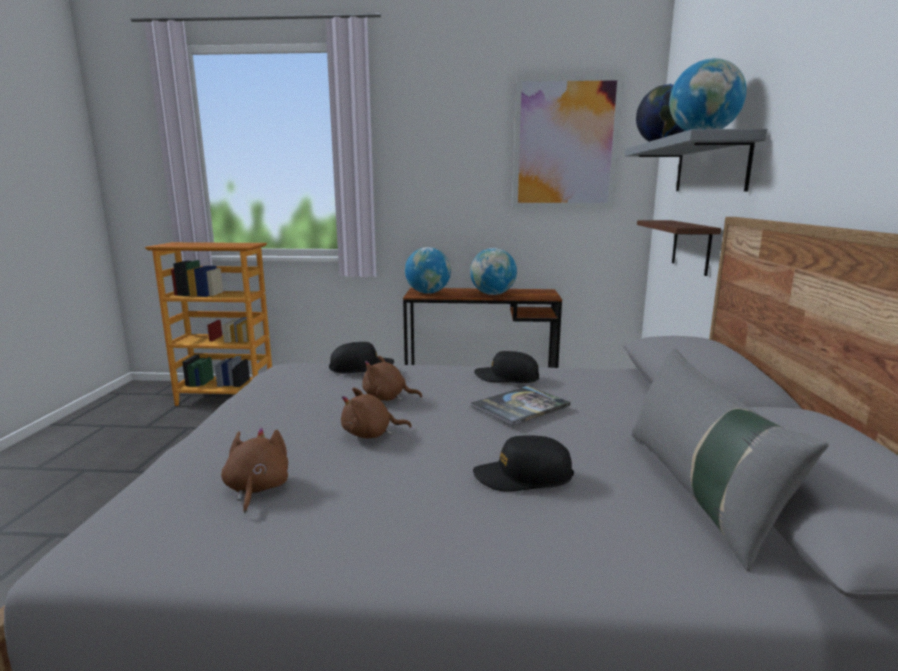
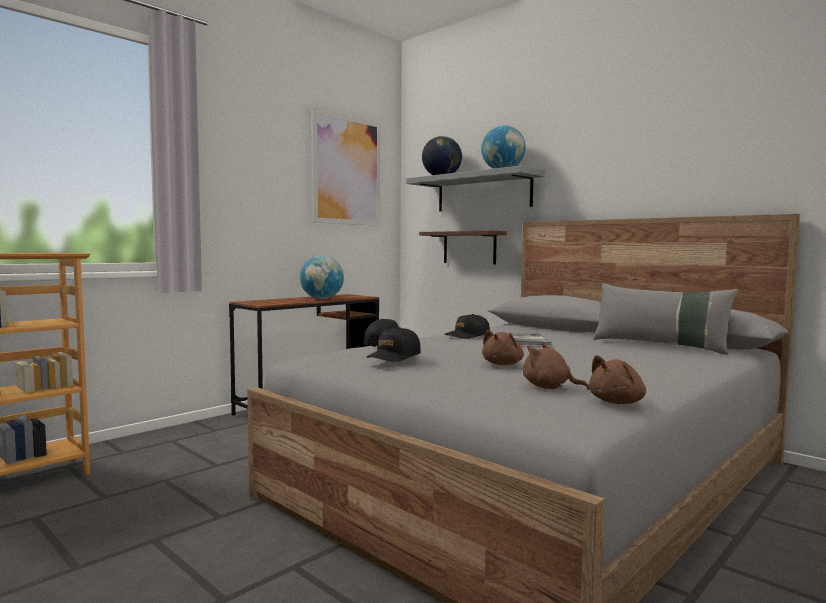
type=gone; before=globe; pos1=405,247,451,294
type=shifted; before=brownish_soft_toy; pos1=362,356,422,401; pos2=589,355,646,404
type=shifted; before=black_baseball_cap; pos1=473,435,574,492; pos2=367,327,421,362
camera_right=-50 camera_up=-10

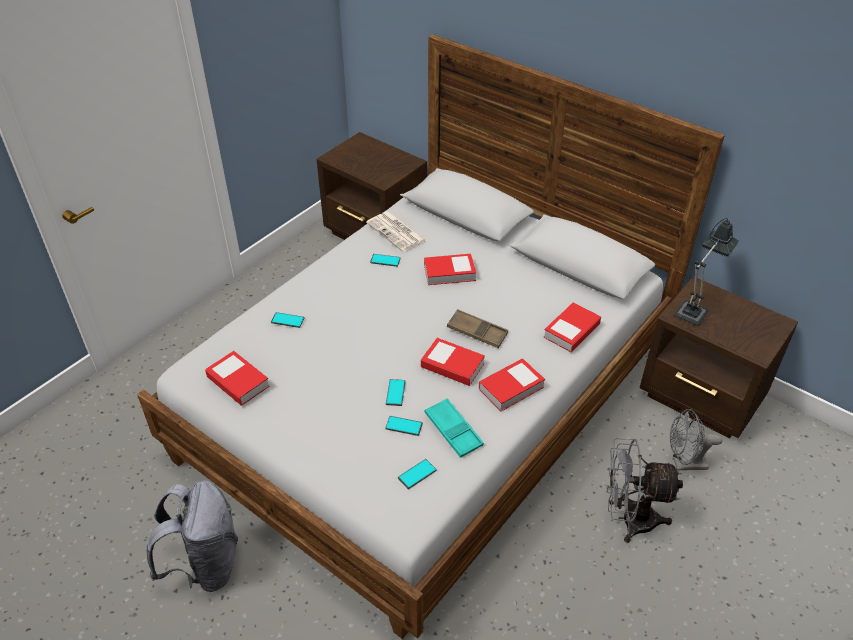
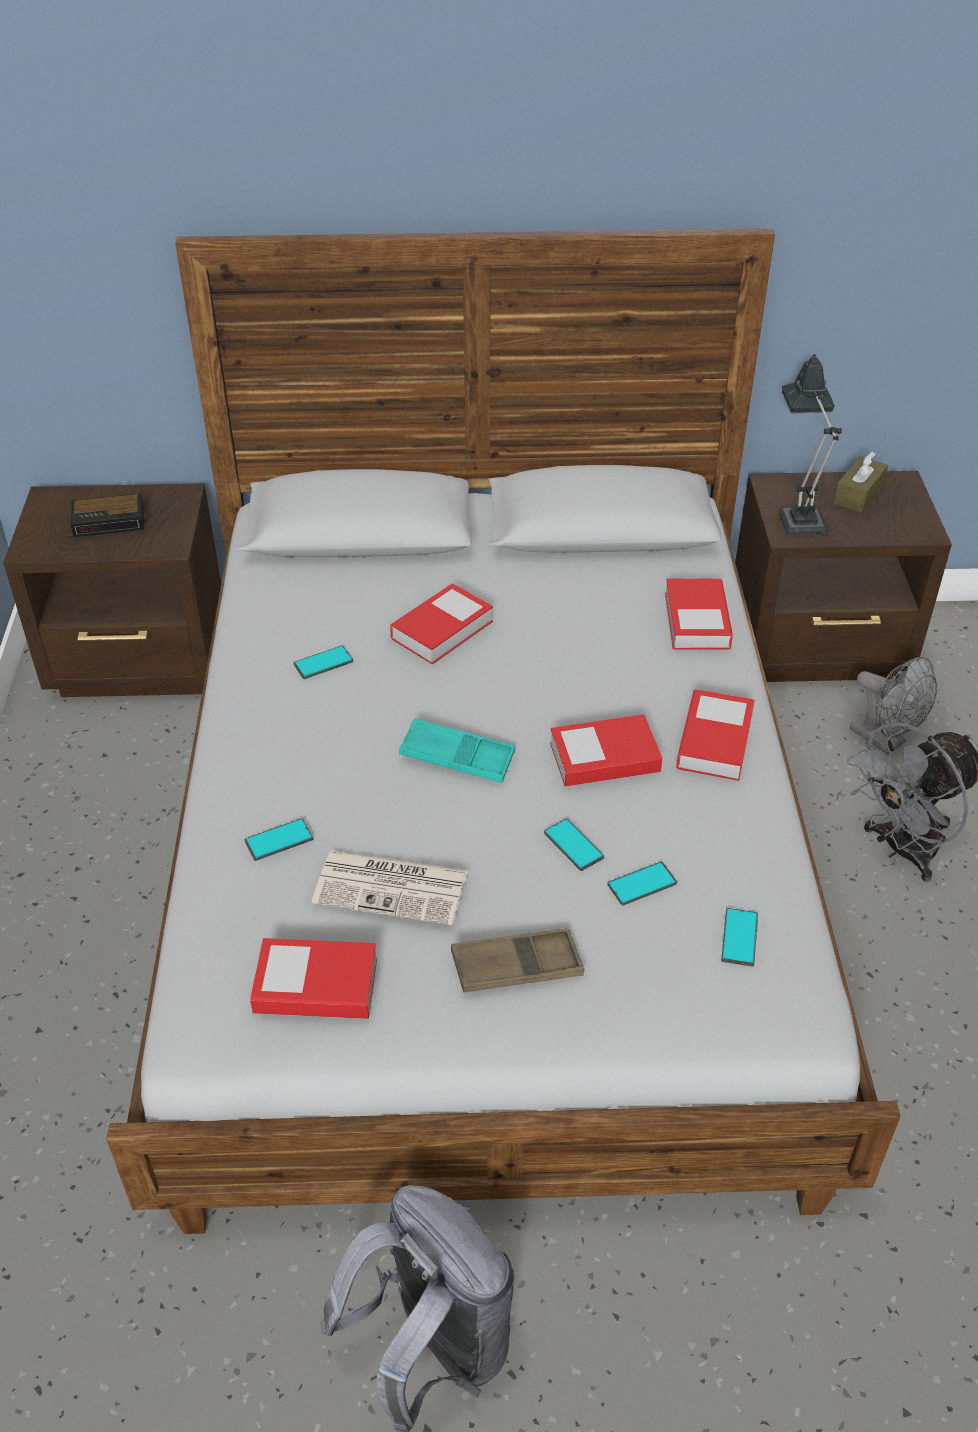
type=new; after=bedside_clock; pos2=71,493,147,537
type=new; after=brownish_tissue_holder; pos2=834,452,888,513
type=shifted; before=daily_paper; pos1=366,212,427,252; pos2=312,850,468,925
type=shifted; before=blue-green_serving_tray; pos1=425,398,484,458; pos2=399,718,515,783
type=shifted; before=brownish_serving_tray; pos1=447,309,508,348; pos2=451,928,584,993
type=rotated; before=grey_electric_fan; pos1=670,409,722,470; pos2=850,657,937,755; turn=-90
camera_right=-40 camera_up=0

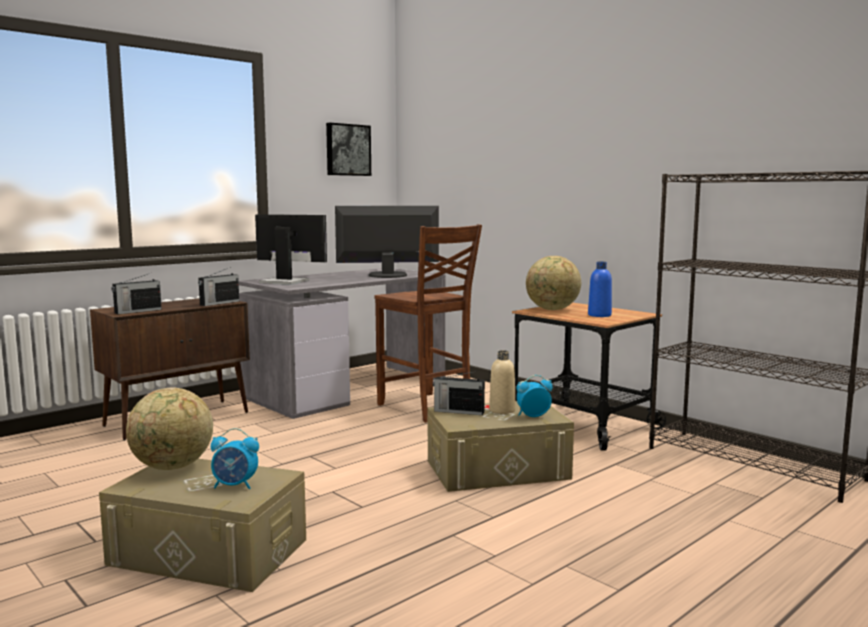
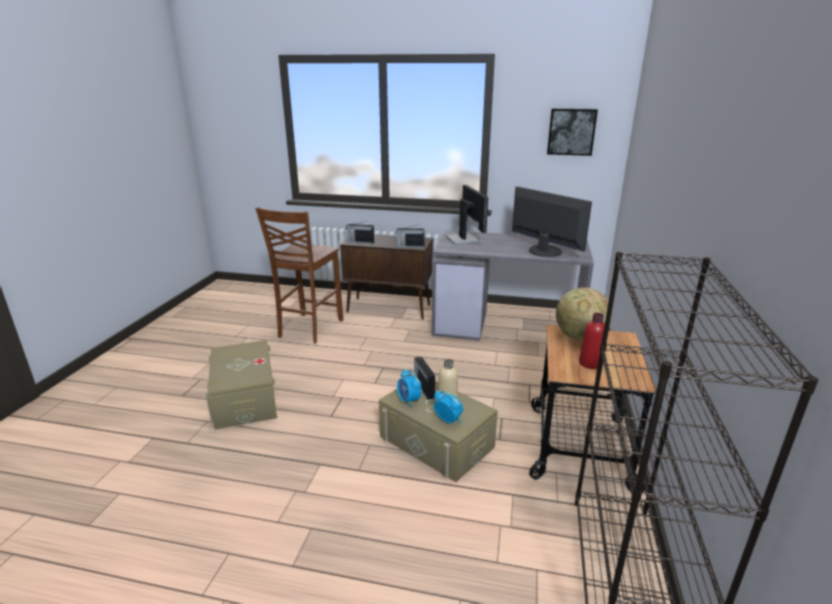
type=gone; before=globe; pos1=126,388,213,470
type=shifted; before=bedside_clock; pos1=211,428,259,489; pos2=397,369,422,407
type=shifted; before=brownish_upright_chair; pos1=375,224,482,423; pos2=256,207,343,344
type=repainted; before=bluish_drink_bottle; after=red-coloured_drink_bottle; pos1=588,262,612,317; pos2=579,313,605,369
camera_right=55 camera_up=15

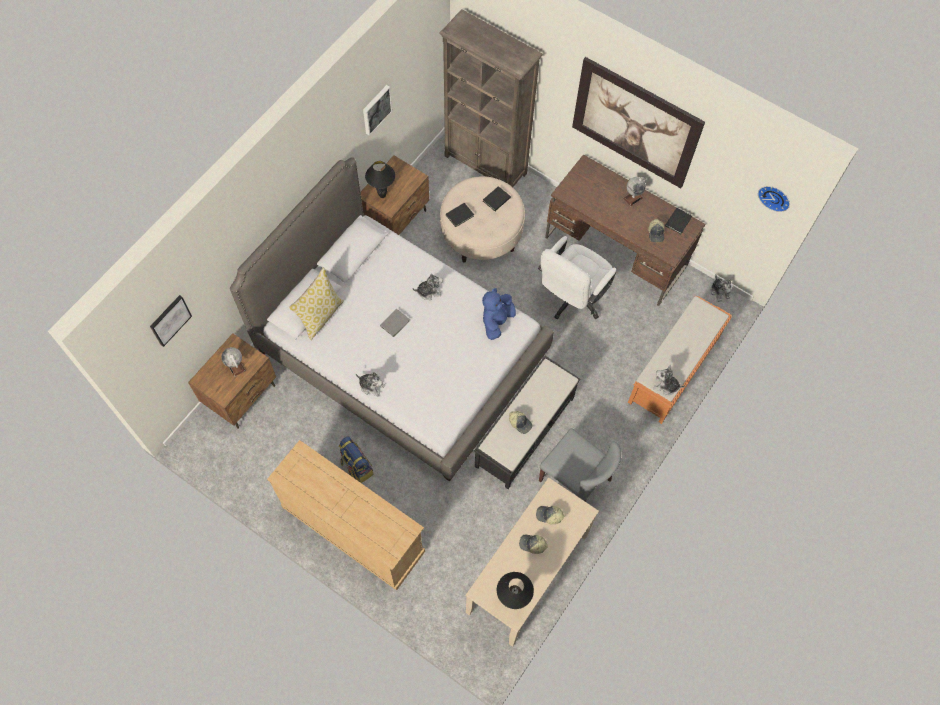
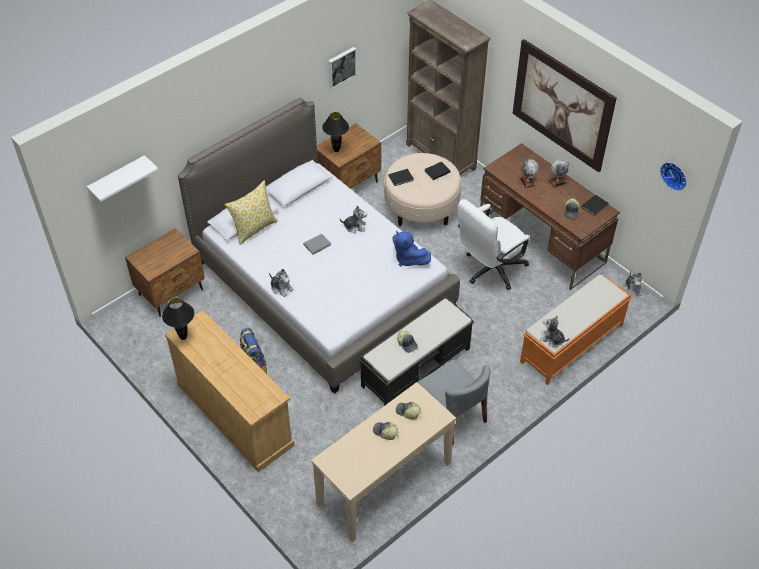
type=shifted; before=globe; pos1=221,347,246,377; pos2=520,159,539,188
type=shifted; before=black_table_lamp; pos1=497,572,534,609; pos2=162,298,194,340
type=swapped; before=wall_picture; after=white-coloured_wall_shelf; pos1=150,295,192,347; pos2=87,155,159,202
type=rotated; before=bluish_soft_toy; pos1=482,288,516,340; pos2=392,231,431,267; turn=-90
camera_right=15 camera_up=-15

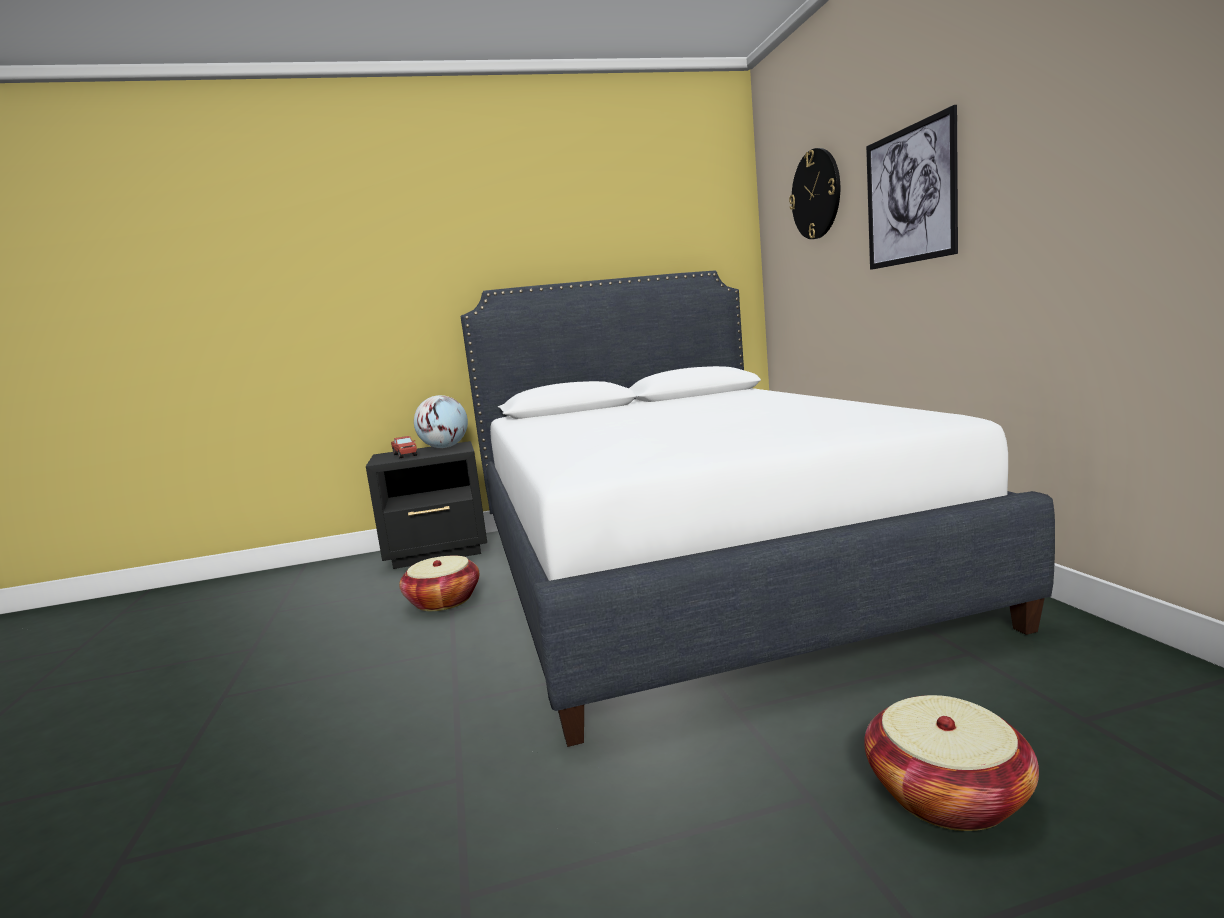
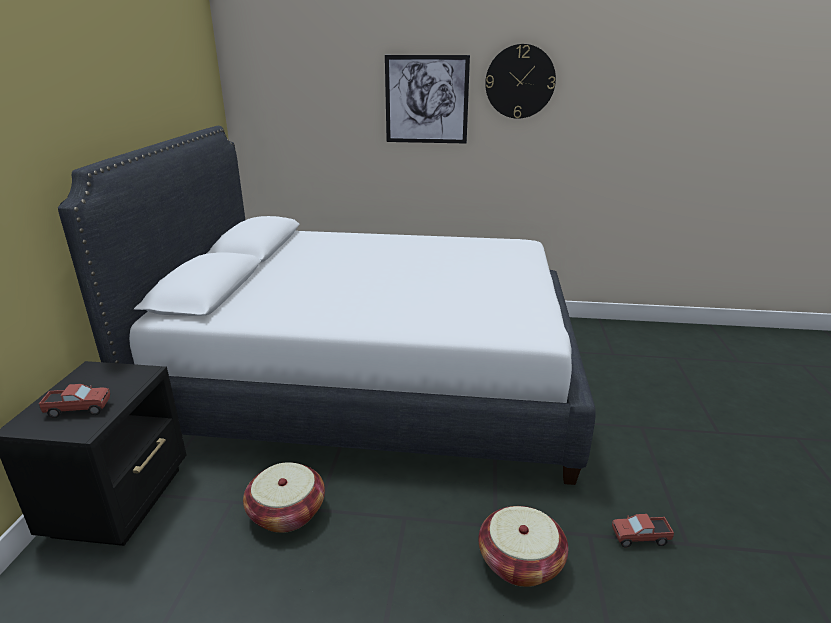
type=gone; before=globe; pos1=414,395,468,448
type=new; after=toy_truck; pos2=612,514,674,548
type=shifted; before=clock_on_the_wall; pos1=789,148,840,239; pos2=485,44,556,119
type=shifted; before=household_basket; pos1=864,695,1039,831; pos2=478,506,568,587
camera_right=-70 camera_up=15

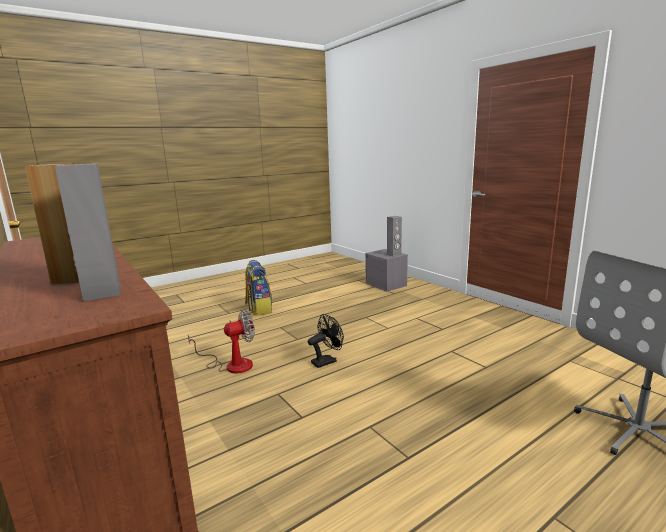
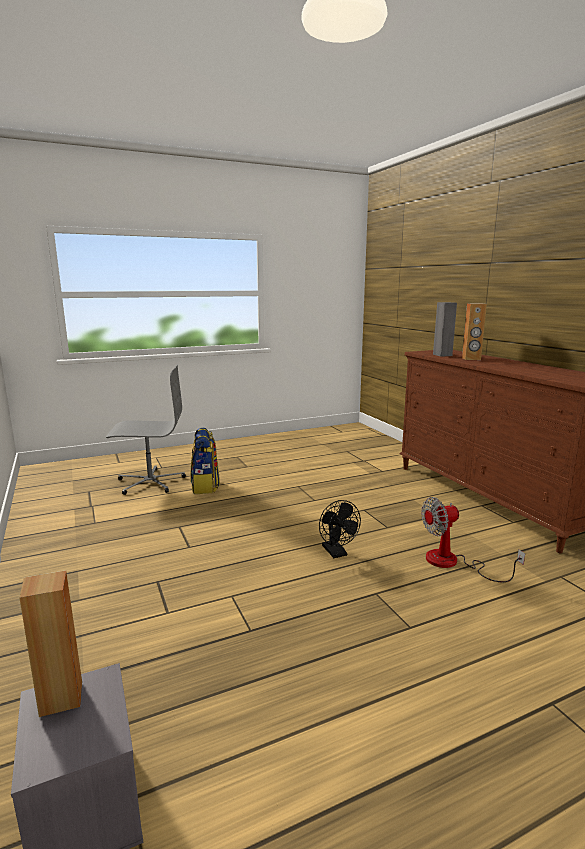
type=shifted; before=backpack; pos1=245,260,273,316; pos2=190,428,220,494
type=repainted; before=grey_audio_speaker; after=brownish_audio_speaker; pos1=387,216,402,257; pos2=19,570,82,717
type=rotated; before=black_electric_fan; pos1=308,314,344,368; pos2=319,500,361,558; turn=-90
camera_right=-170 camera_up=0

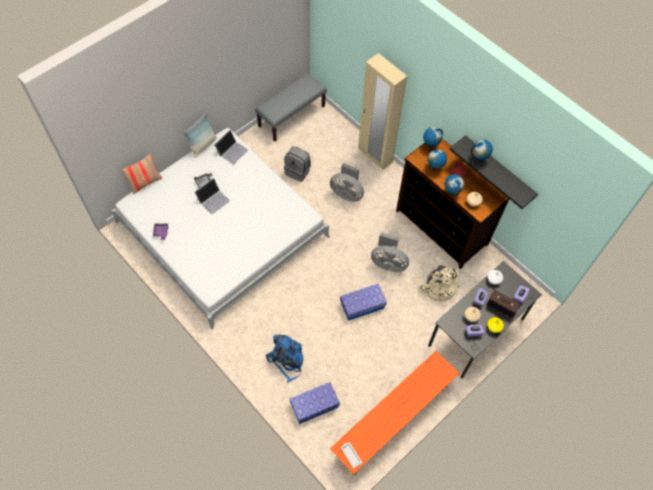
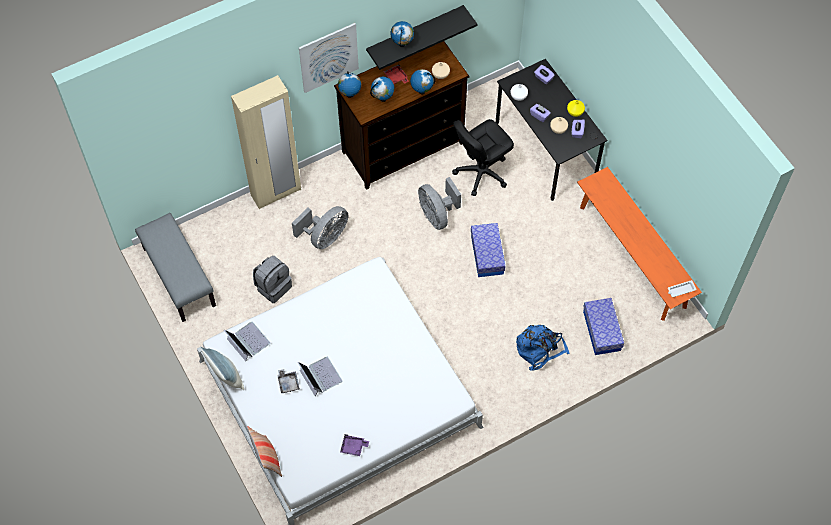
type=gone; before=radio_set; pos1=487,290,520,318
type=new; after=wall_picture; pos2=299,23,359,93
type=swapped; before=beige-coloured_backpack; after=black_desk_chair; pos1=416,266,459,302; pos2=452,119,514,196
type=rotated; before=grey_electric_fan; pos1=371,233,409,272; pos2=418,177,461,230; turn=120
camera_right=-75 camera_up=0

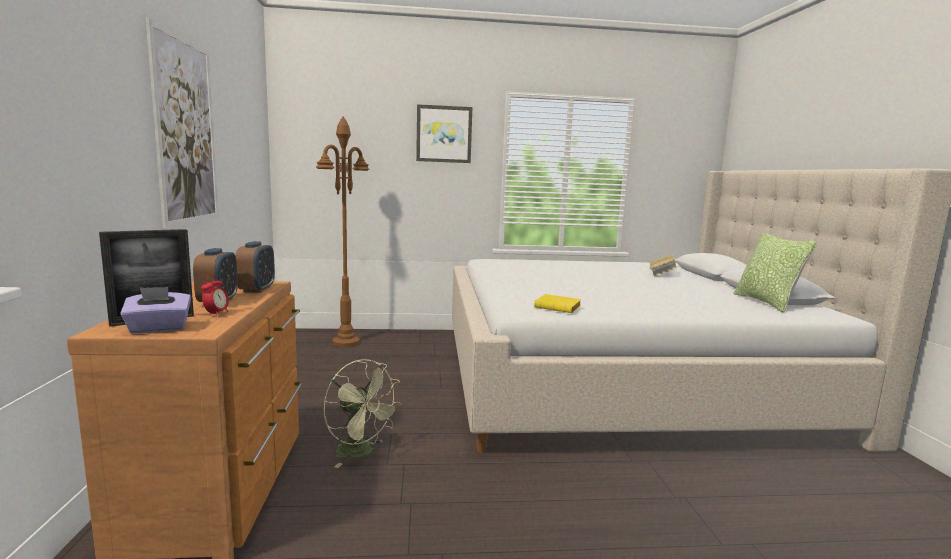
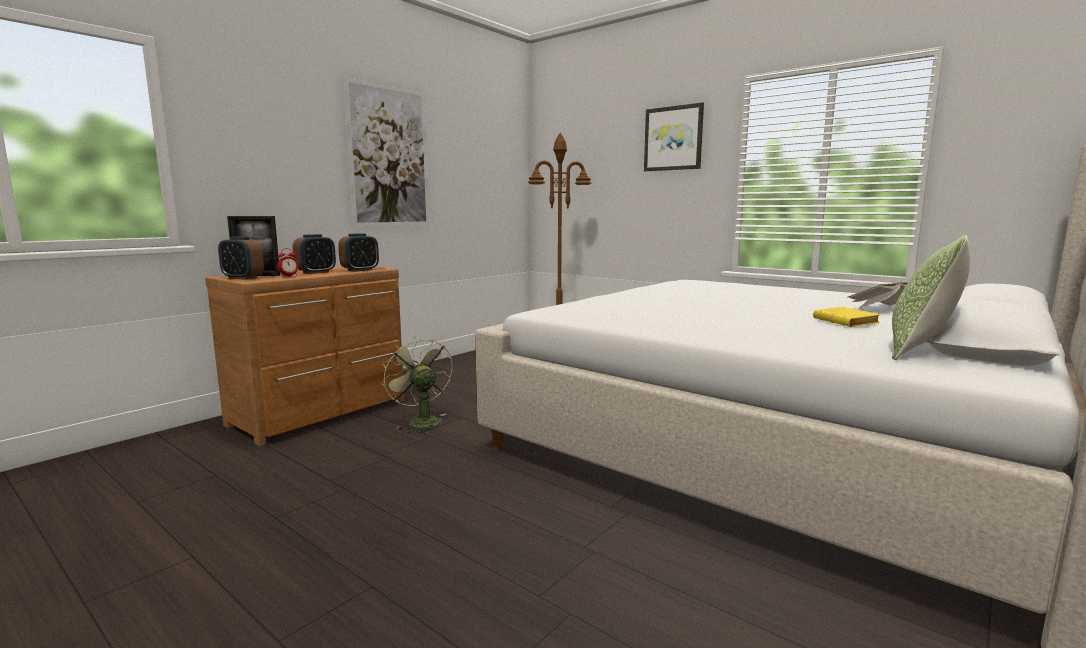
type=shifted; before=yellow-coloured_book; pos1=534,294,581,313; pos2=813,307,880,327
type=swapped; before=purple_tissue_holder; after=bedside_clock; pos1=120,287,191,334; pos2=218,236,264,280
type=rotated; before=greenish_electric_fan; pos1=324,359,402,468; pos2=382,336,453,434; turn=150
camera_right=45 camera_up=0

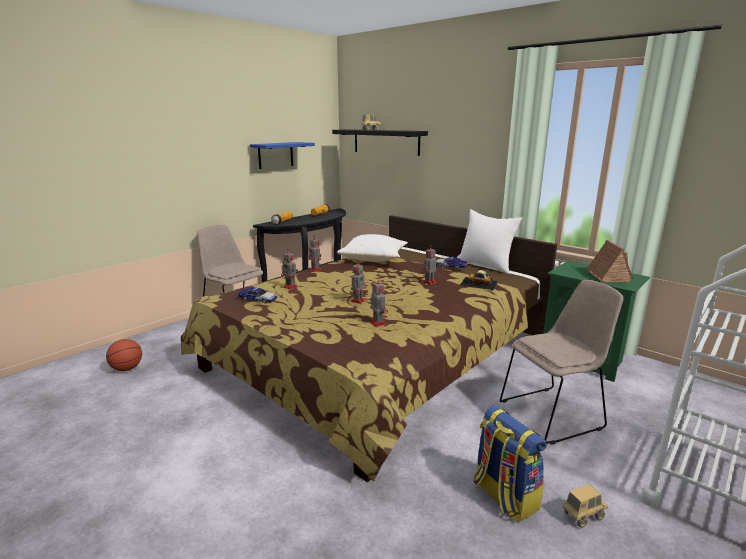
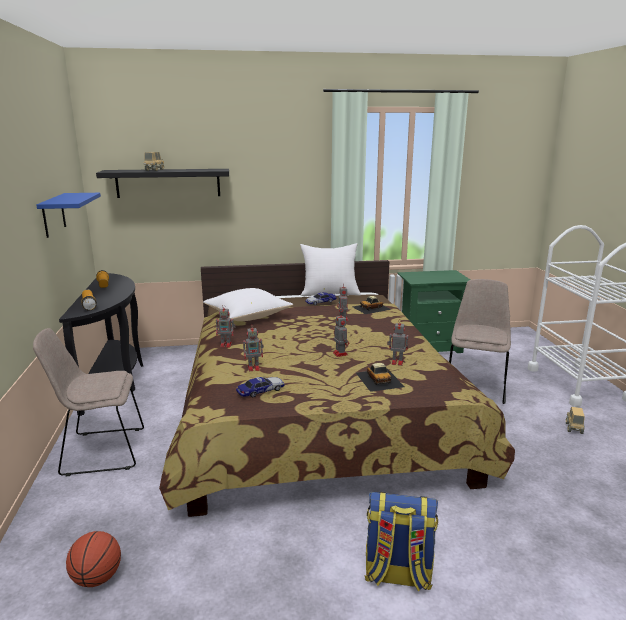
type=gone; before=model_house; pos1=587,240,633,283
type=new; after=model_car; pos2=356,363,404,392
type=shifted; before=backpack; pos1=474,405,547,522; pos2=364,492,438,592
camera_right=-50 camera_up=0

